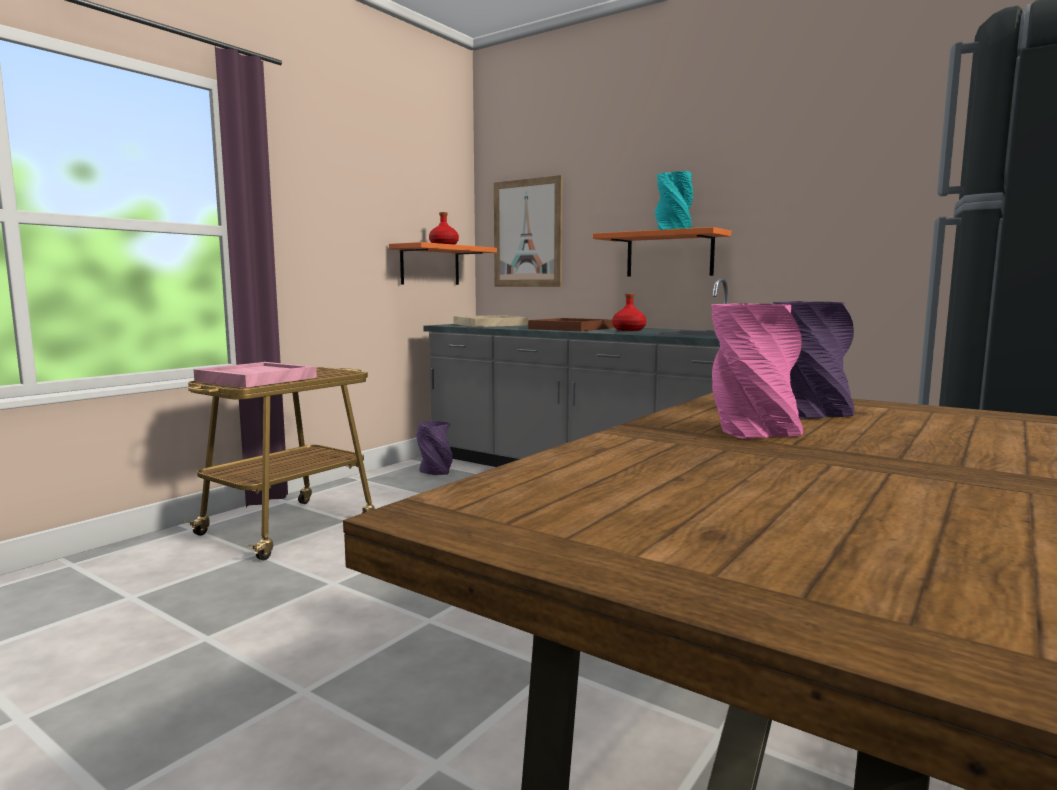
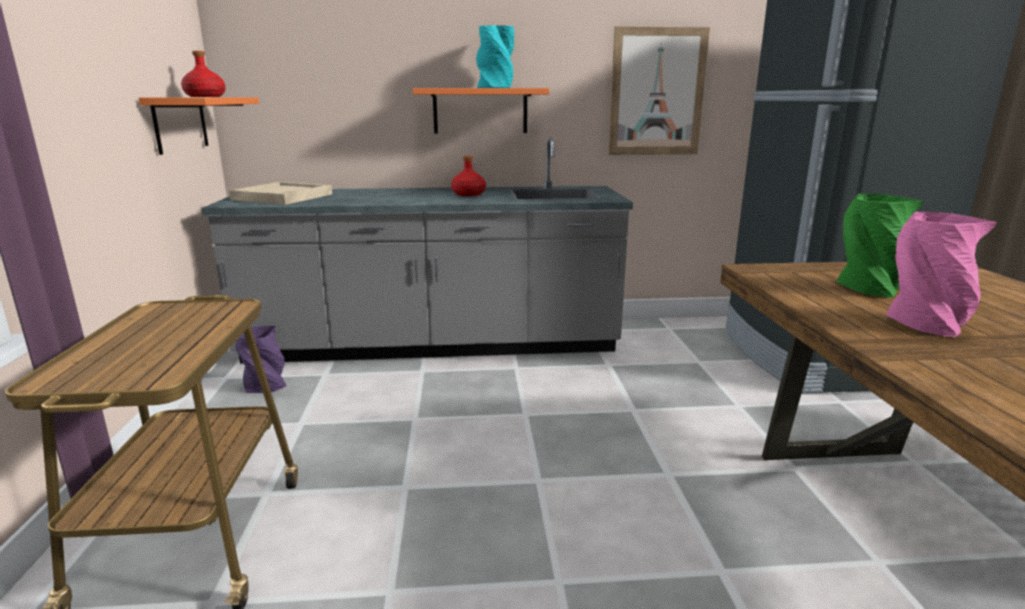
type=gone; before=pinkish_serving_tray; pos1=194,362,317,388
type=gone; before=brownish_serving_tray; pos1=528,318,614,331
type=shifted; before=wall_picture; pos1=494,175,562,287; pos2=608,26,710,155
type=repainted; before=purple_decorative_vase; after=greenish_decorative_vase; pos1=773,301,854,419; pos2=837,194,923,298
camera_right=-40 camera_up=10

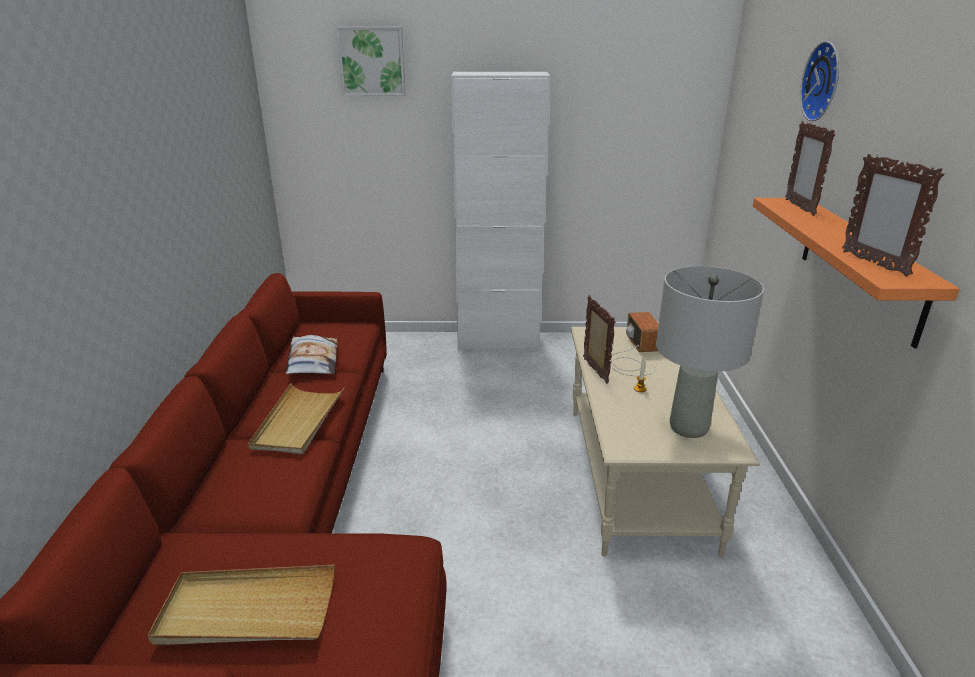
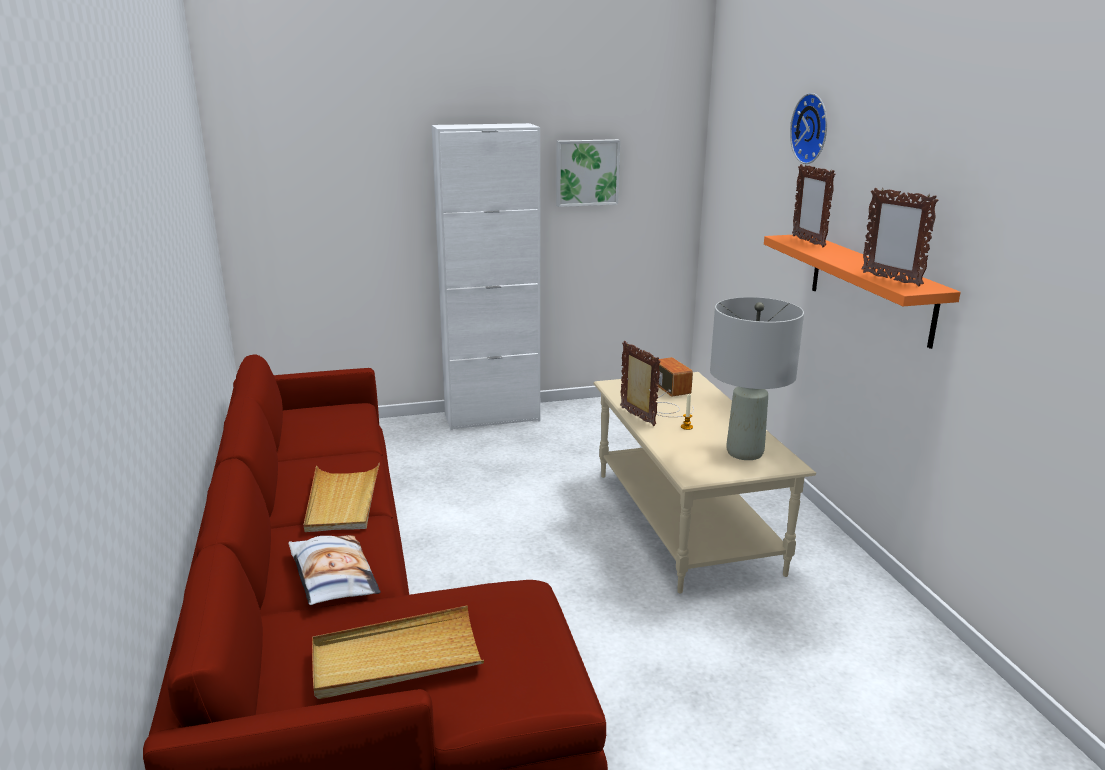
type=shifted; before=pillow; pos1=286,335,338,374; pos2=288,535,380,605
type=shifted; before=wall_picture; pos1=336,27,406,96; pos2=556,139,620,207
camera_right=-15 camera_up=-5

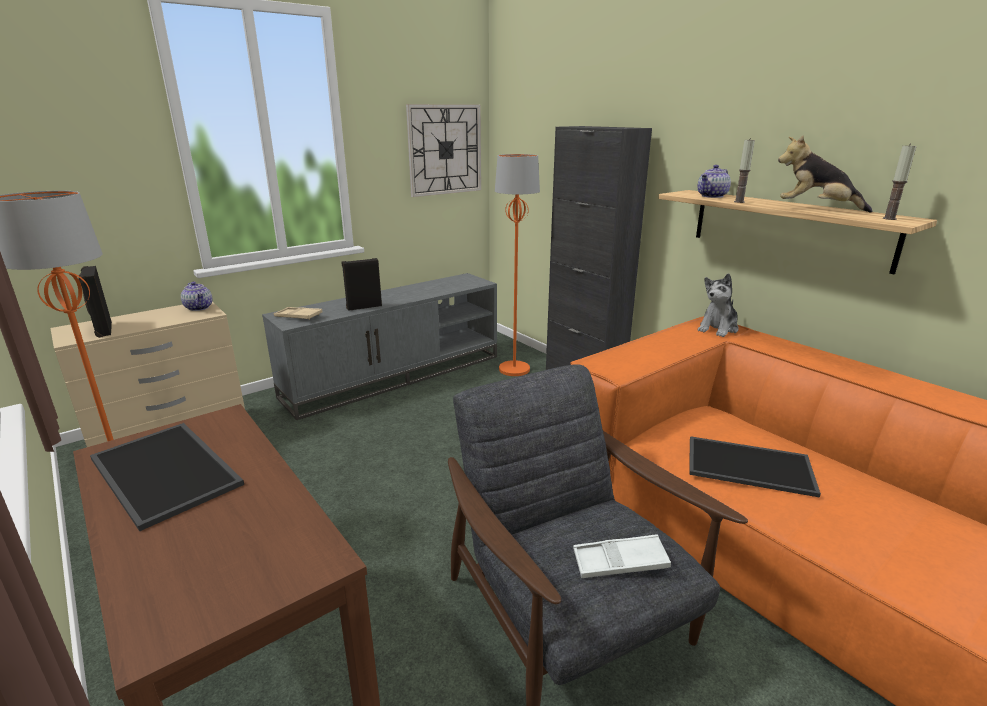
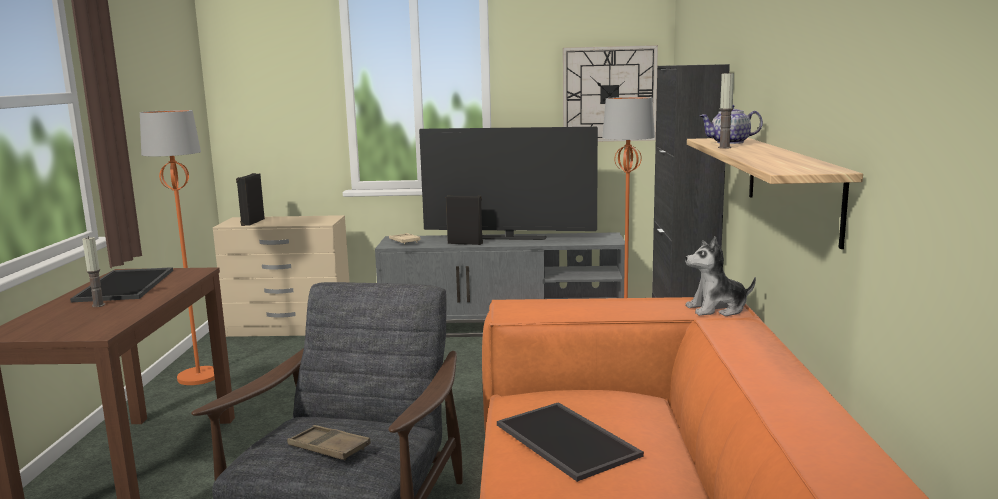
type=gone; before=pot_for_tea; pos1=181,282,213,311
type=gone; before=soft_toy; pos1=778,135,872,213
type=new; after=TV; pos2=419,127,598,240
type=shifted; before=wax_light; pos1=883,143,916,220; pos2=82,236,105,307
type=repainted; before=white-coloured_serving_tray; after=brownish_serving_tray; pos1=573,534,671,578; pos2=287,425,371,460
camera_right=40 camera_up=-10

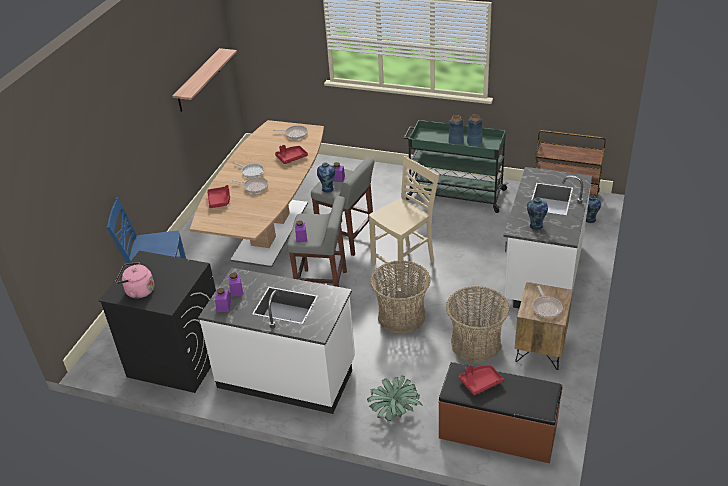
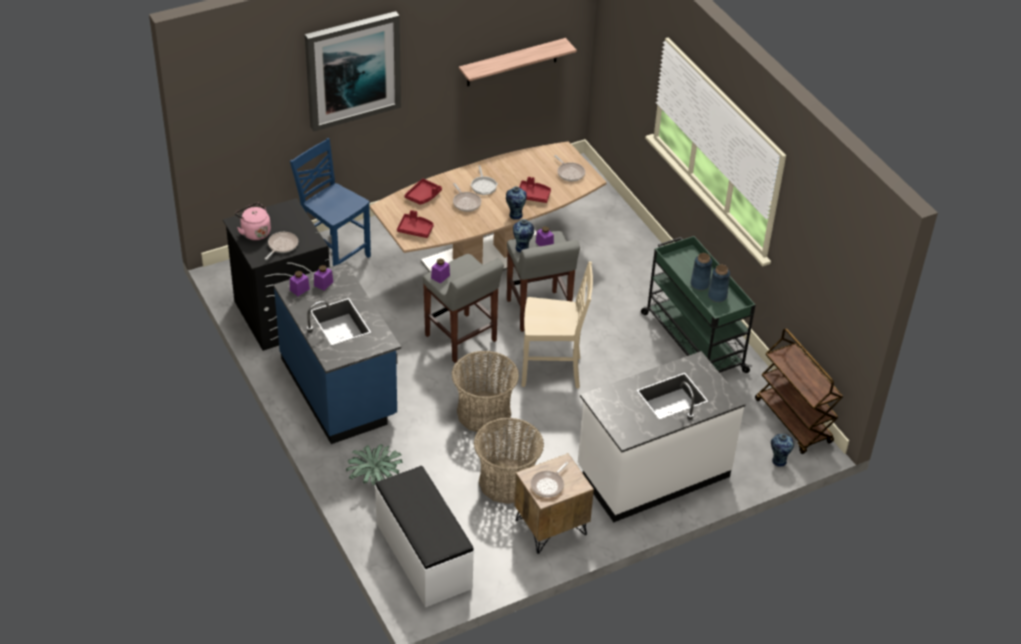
type=new; after=pan; pos2=265,232,298,260
type=new; after=wall_picture; pos2=305,11,401,132
type=shifted; before=red-coloured_serving_tray; pos1=459,365,503,395; pos2=397,210,434,238
type=shifted; before=decorative_vase; pos1=527,197,548,230; pos2=506,187,527,220
type=repainted; before=white-coloured_kitchen_base_unit; after=bluish_kitchen_base_unit; pos1=198,268,355,414; pos2=273,262,401,444
type=repainted; before=brownish_long_seat; after=white-coloured_long_seat; pos1=438,362,563,463; pos2=375,466,474,607
camera_right=40 camera_up=5

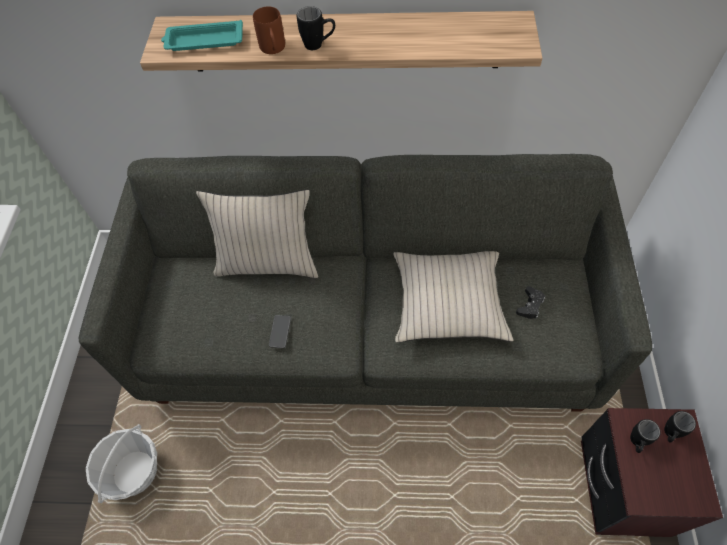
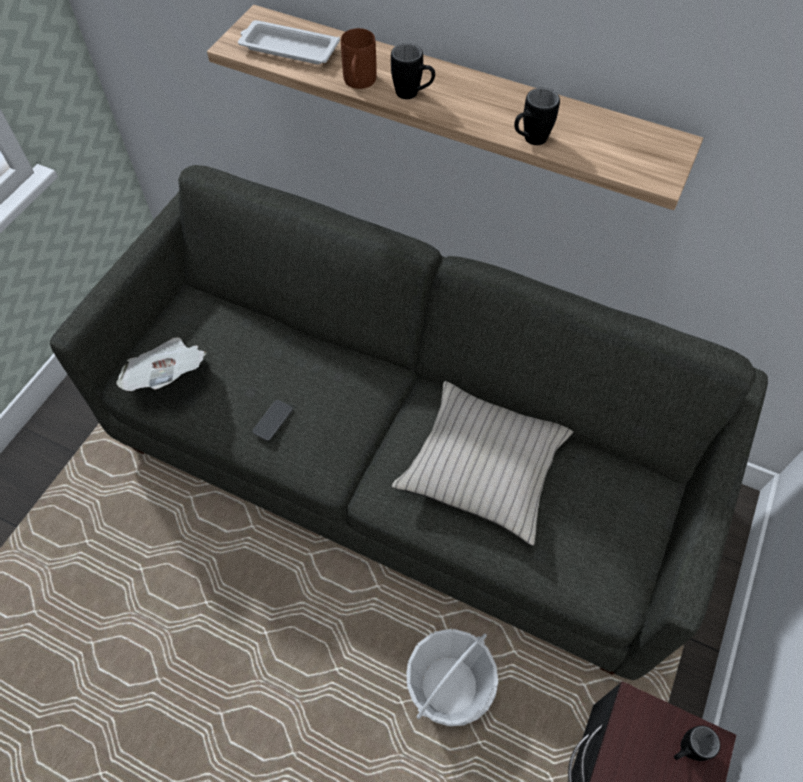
type=gone; before=beige-coloured_pillow; pos1=196,189,318,278
type=gone; before=black_gamepad; pos1=516,286,545,319
type=new; after=daily_paper; pos2=116,337,207,391
type=shifted; before=household_basket; pos1=86,424,157,503; pos2=406,629,498,726
type=shifted; before=black_coffee_mug; pos1=630,419,661,453; pos2=514,88,560,145
type=repainted; before=blue-green_serving_tray; after=white-coloured_serving_tray; pos1=161,20,243,51; pos2=238,20,340,64
camera_right=20 camera_up=0

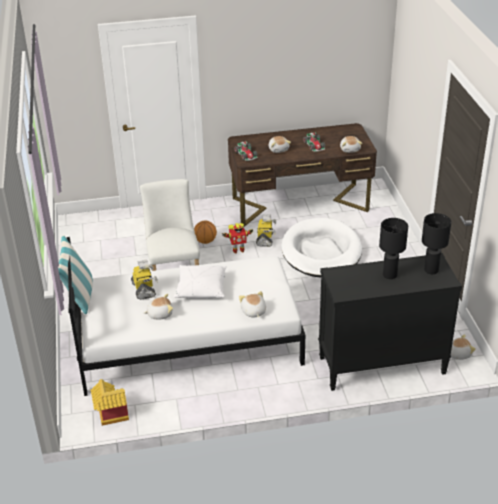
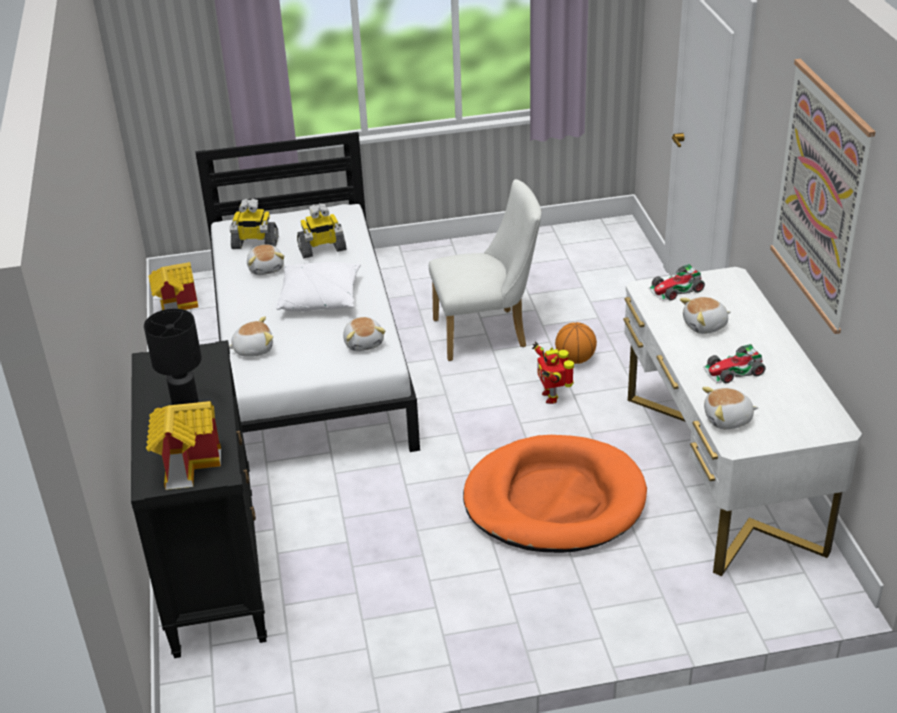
type=gone; before=pillow; pos1=58,235,93,314
type=new; after=wall_picture; pos2=770,59,875,334
type=shifted; before=toy_robot; pos1=256,214,276,247; pos2=230,199,278,249
type=shifted; before=soft_toy; pos1=451,334,476,360; pos2=343,317,385,351
type=swapped; before=black_table_lamp; after=model_house; pos1=422,213,451,274; pos2=146,401,221,490
type=repainted; before=brownish_desk; after=white-coloured_desk; pos1=228,123,377,227; pos2=623,267,862,576
type=repainted; before=white-coloured_pet_bed; after=orange_pet_bed; pos1=281,218,362,277; pos2=463,435,647,553
camera_right=90 camera_up=0

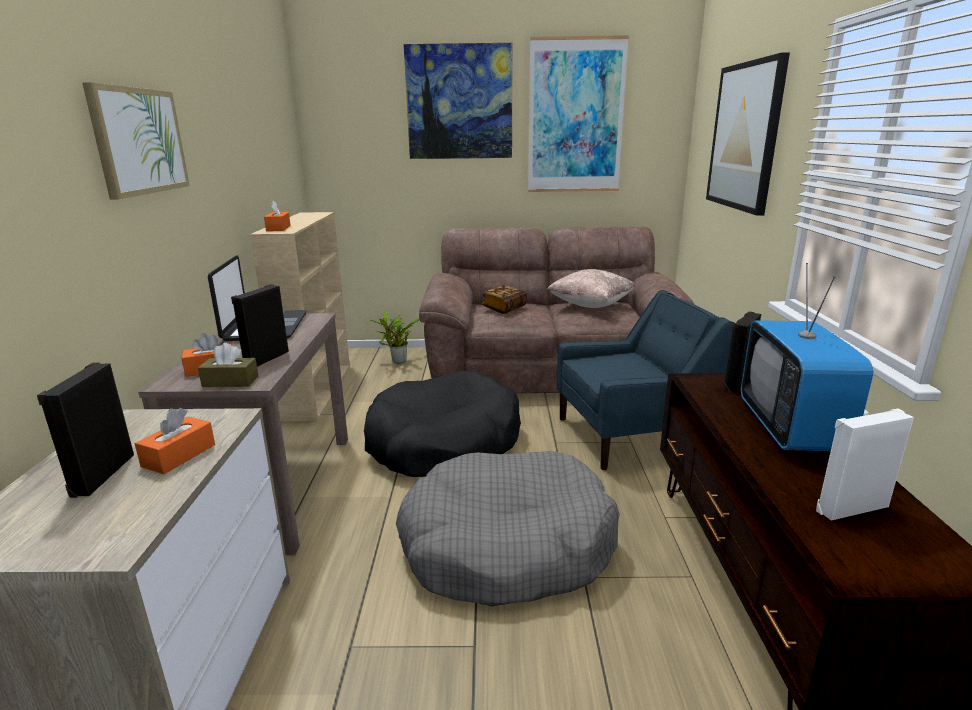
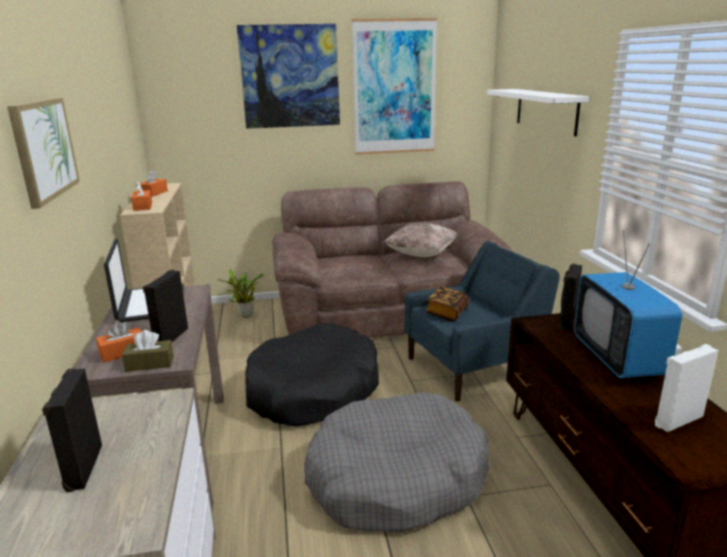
type=shifted; before=orange_tissue_holder; pos1=135,408,215,474; pos2=139,170,168,197
type=shifted; before=book; pos1=482,285,527,314; pos2=425,287,469,321
type=swapped; before=wall_picture; after=white-coloured_wall_shelf; pos1=706,52,790,215; pos2=487,89,589,136
camera_right=-10 camera_up=0

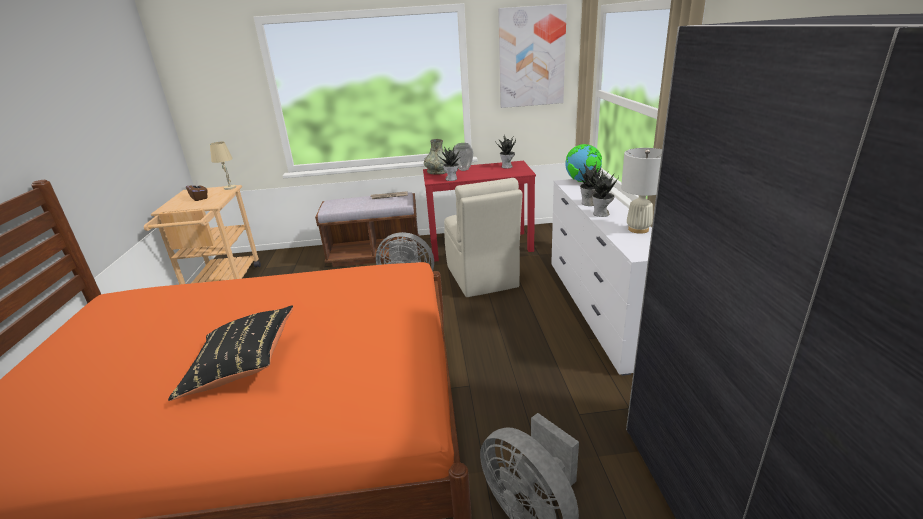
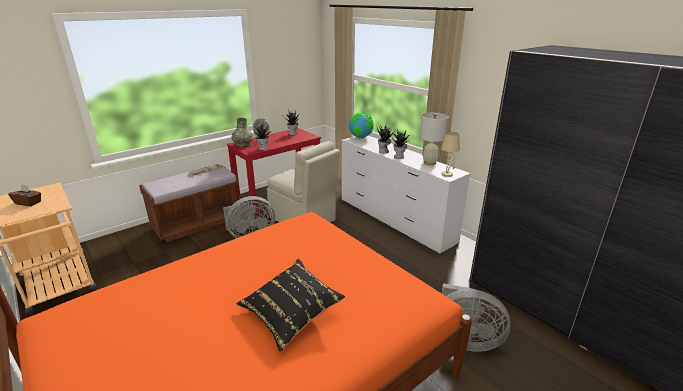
type=gone; before=wall_picture; pos1=498,4,567,108
type=shifted; before=beige-coloured_table_lamp; pos1=210,142,236,190; pos2=441,131,460,177
camera_right=-35 camera_up=0

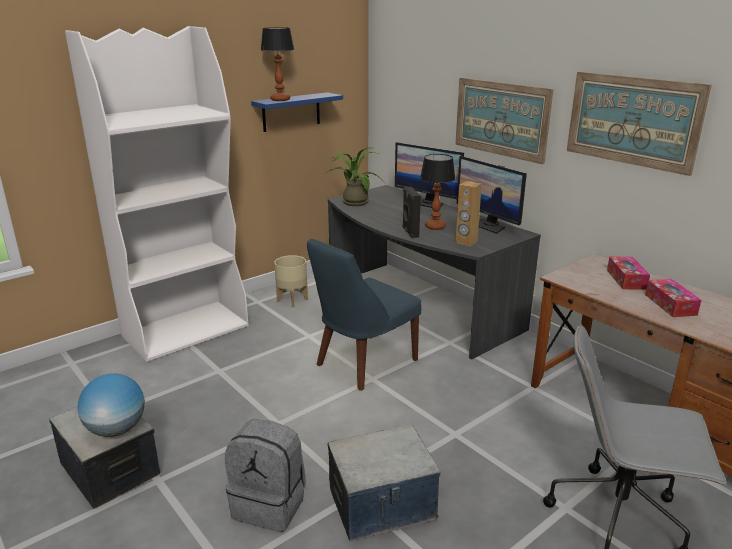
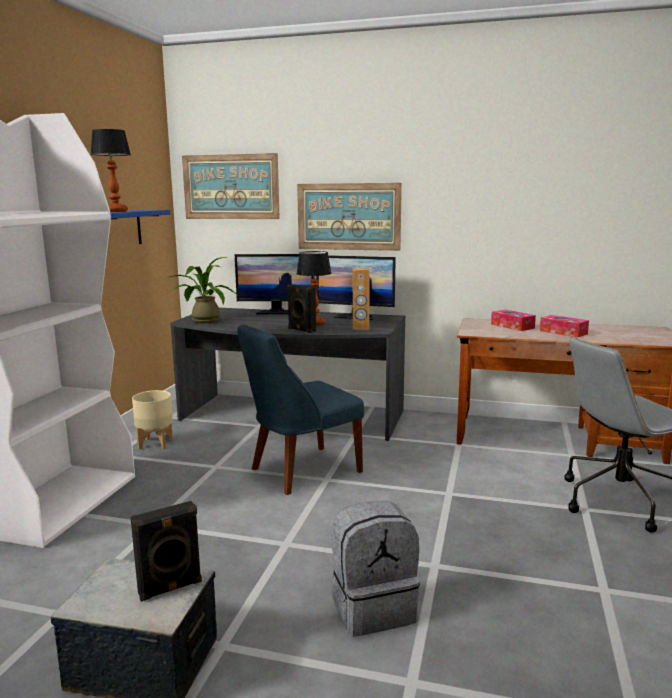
type=gone; before=storage_box; pos1=327,425,440,541
type=shifted; before=wall_picture; pos1=567,72,712,176; pos2=182,153,280,219
type=swapped; before=globe; after=black_audio_speaker; pos1=78,373,145,437; pos2=131,501,202,602
type=rotated; before=bluish_upright_chair; pos1=307,239,421,391; pos2=237,324,364,495; turn=45
camera_right=-35 camera_up=-10

